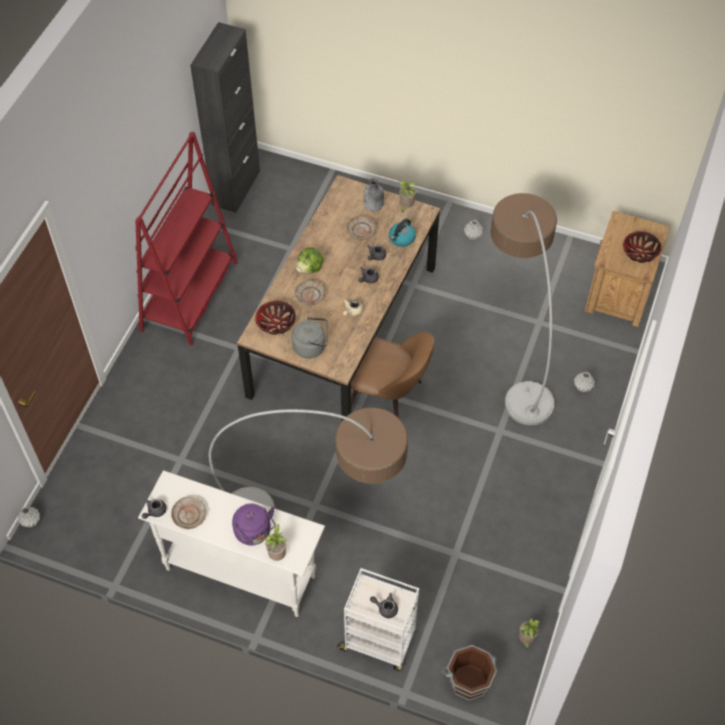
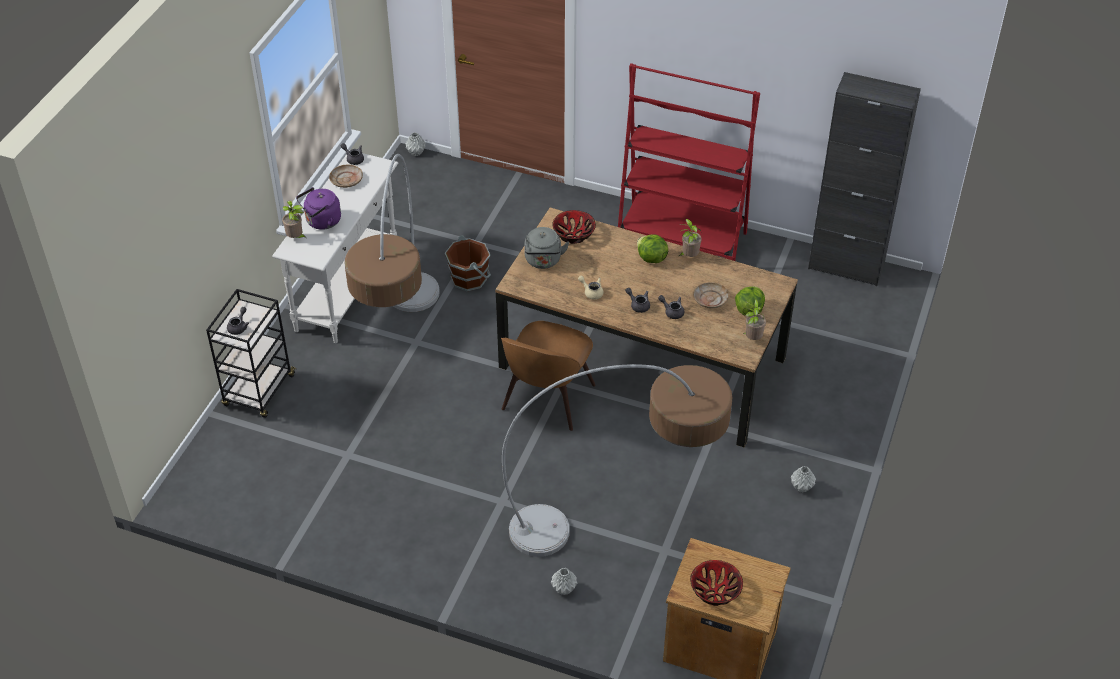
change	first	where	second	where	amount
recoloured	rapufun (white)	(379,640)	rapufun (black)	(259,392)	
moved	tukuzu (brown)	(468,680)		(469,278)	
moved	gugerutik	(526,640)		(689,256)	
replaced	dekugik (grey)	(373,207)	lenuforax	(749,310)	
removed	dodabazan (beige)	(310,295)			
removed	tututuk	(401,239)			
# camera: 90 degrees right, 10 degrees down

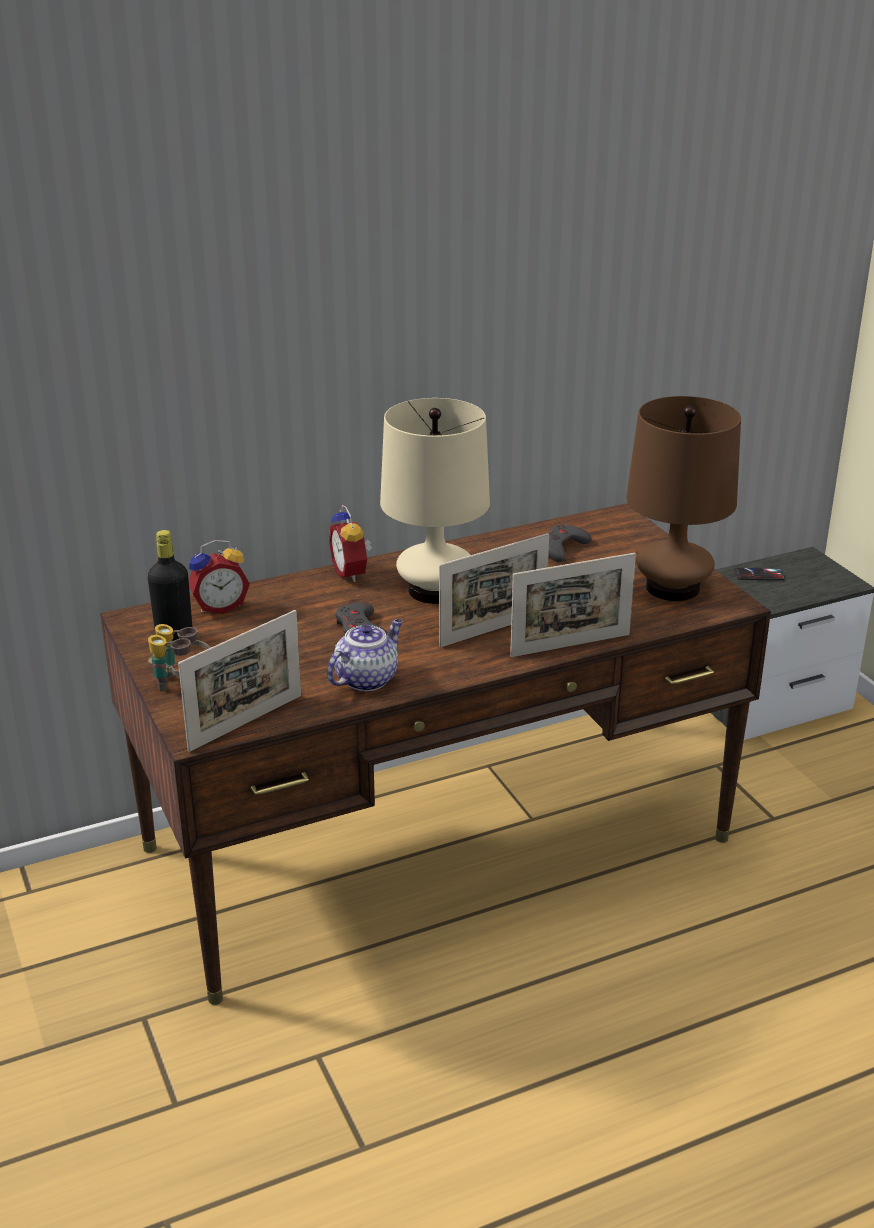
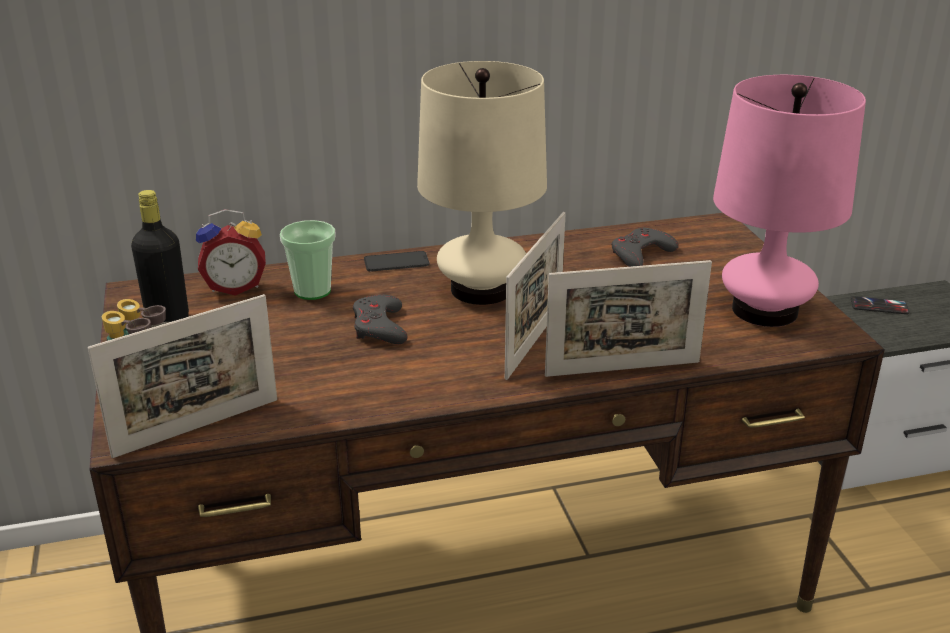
change	first	where	second	where	amount
added			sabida	(312,291)	
replaced	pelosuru	(352,572)	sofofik	(396,262)	
turned	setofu	(493,630)		(534,341)	45 degrees counterclockwise
recoloured	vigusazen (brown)	(672,588)	vigusazen (pink)	(764,310)	
removed	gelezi	(367,679)			
# camera: 10 degrees right, 0 degrees up

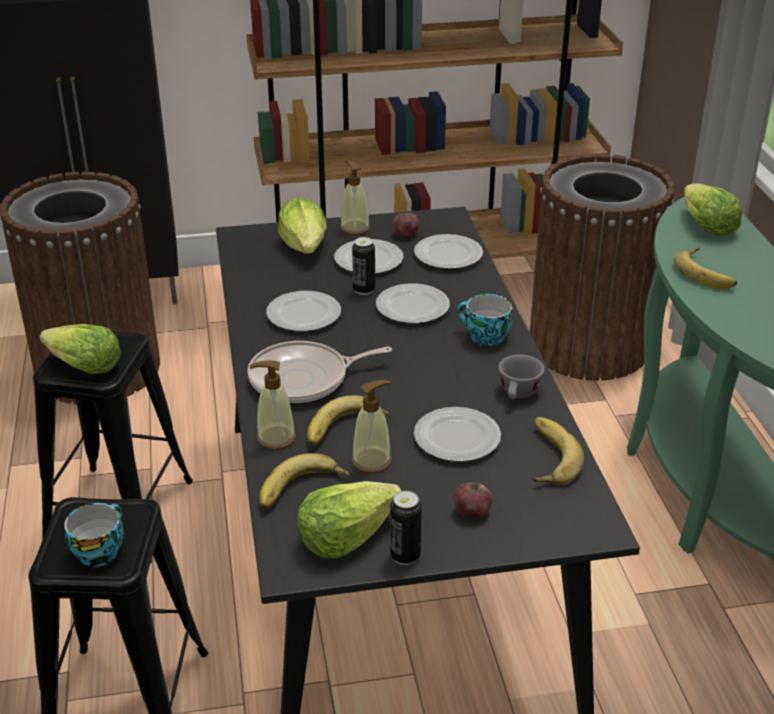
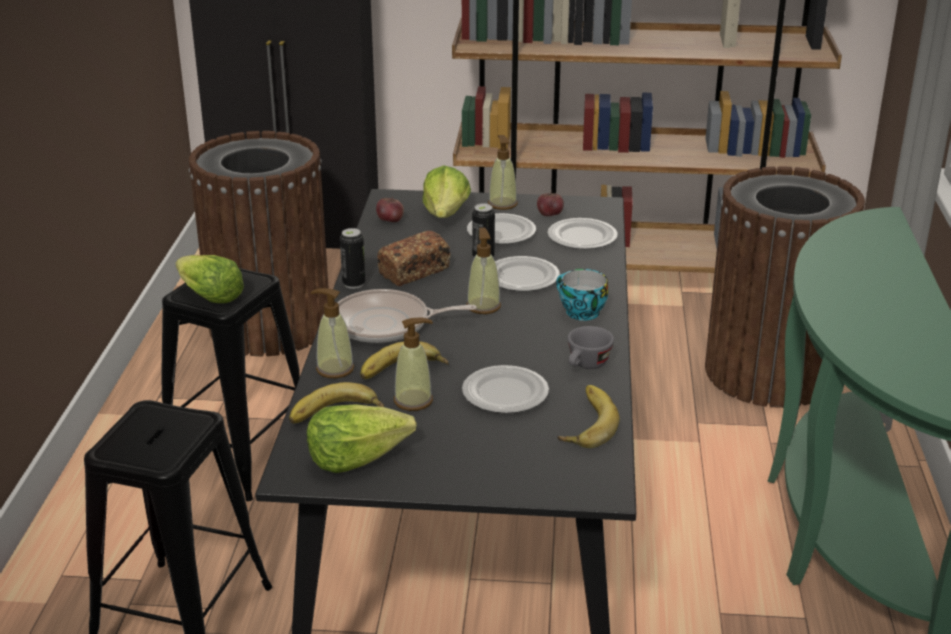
change	first	where	second	where	amount
moved	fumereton	(405,556)		(354,284)	
moved	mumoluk	(472,511)		(390,220)	
replaced	dodabazan	(304,315)	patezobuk	(414,272)	
added			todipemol	(483,306)	
removed	sabida	(99,550)			
removed	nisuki	(707,273)			
removed	lenuforax	(706,226)			
# camera: 15 degrees right, 5 degrees down

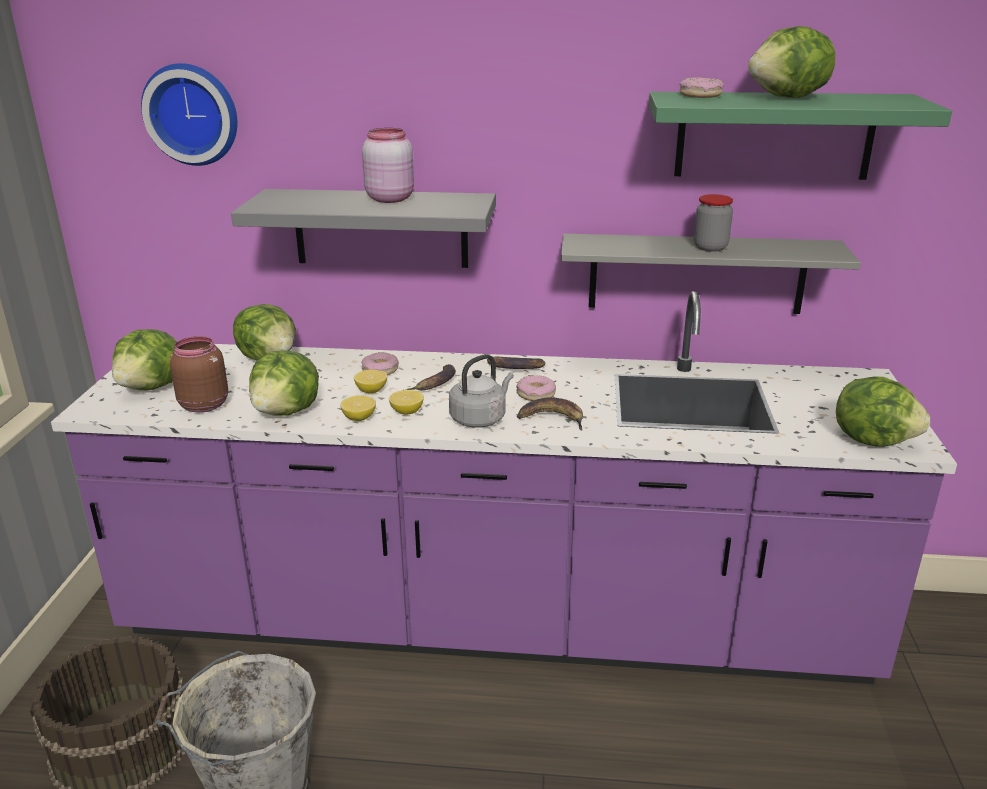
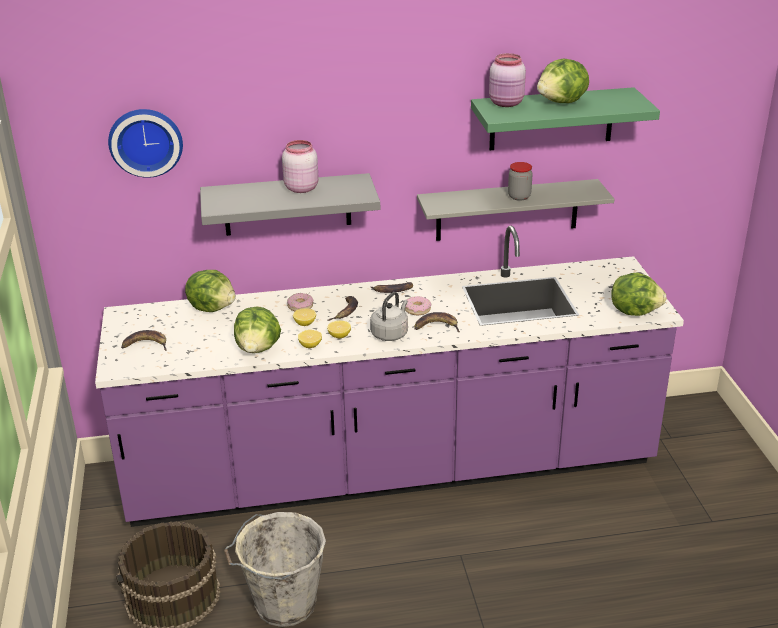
change	first	where	second	where	amount
replaced	lenuforax	(152,387)	nisuki	(146,344)	
replaced	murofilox	(700,95)	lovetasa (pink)	(506,103)	
removed	lovetasa (brown)	(203,404)			
# camera: 15 degrees left, 5 degrees up

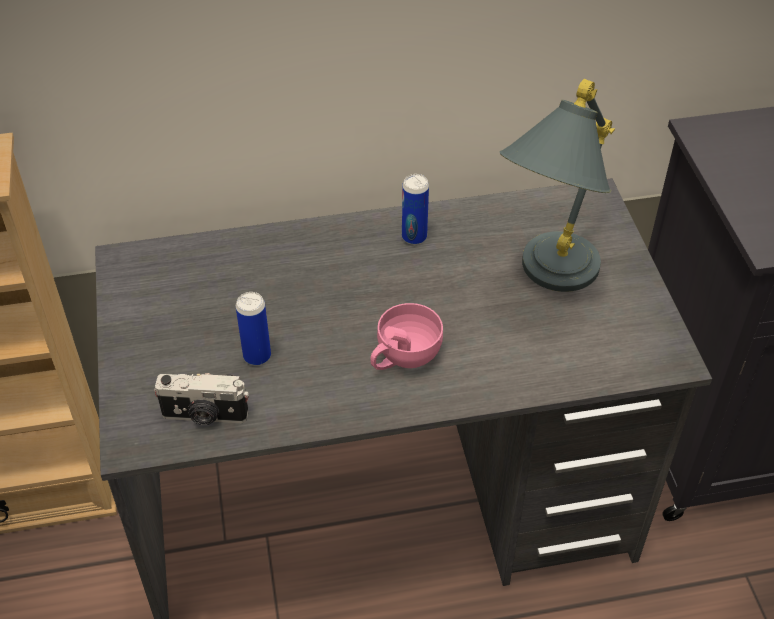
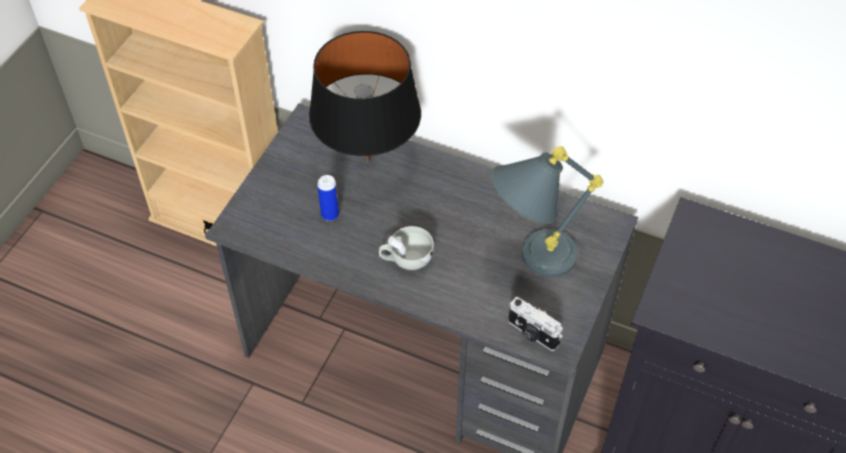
change	first	where	second	where	amount
added			vigusazen (black)	(367,161)	
recoloured	sabida (pink)	(403,357)	sabida (white)	(406,259)	
moved	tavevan	(205,416)		(532,334)	
removed	fumereton	(414,237)			
# camera: 35 degrees right, 5 degrees up

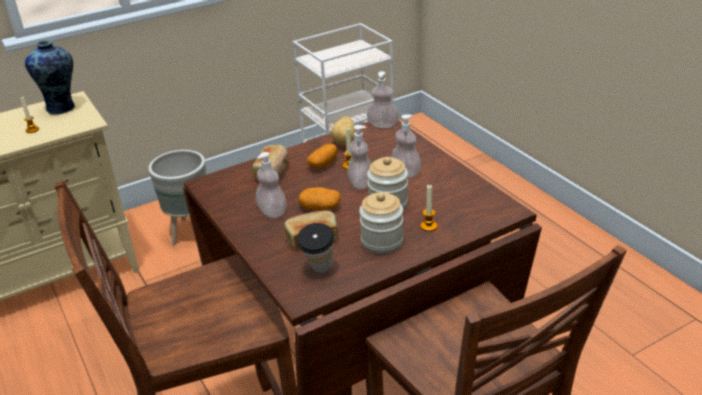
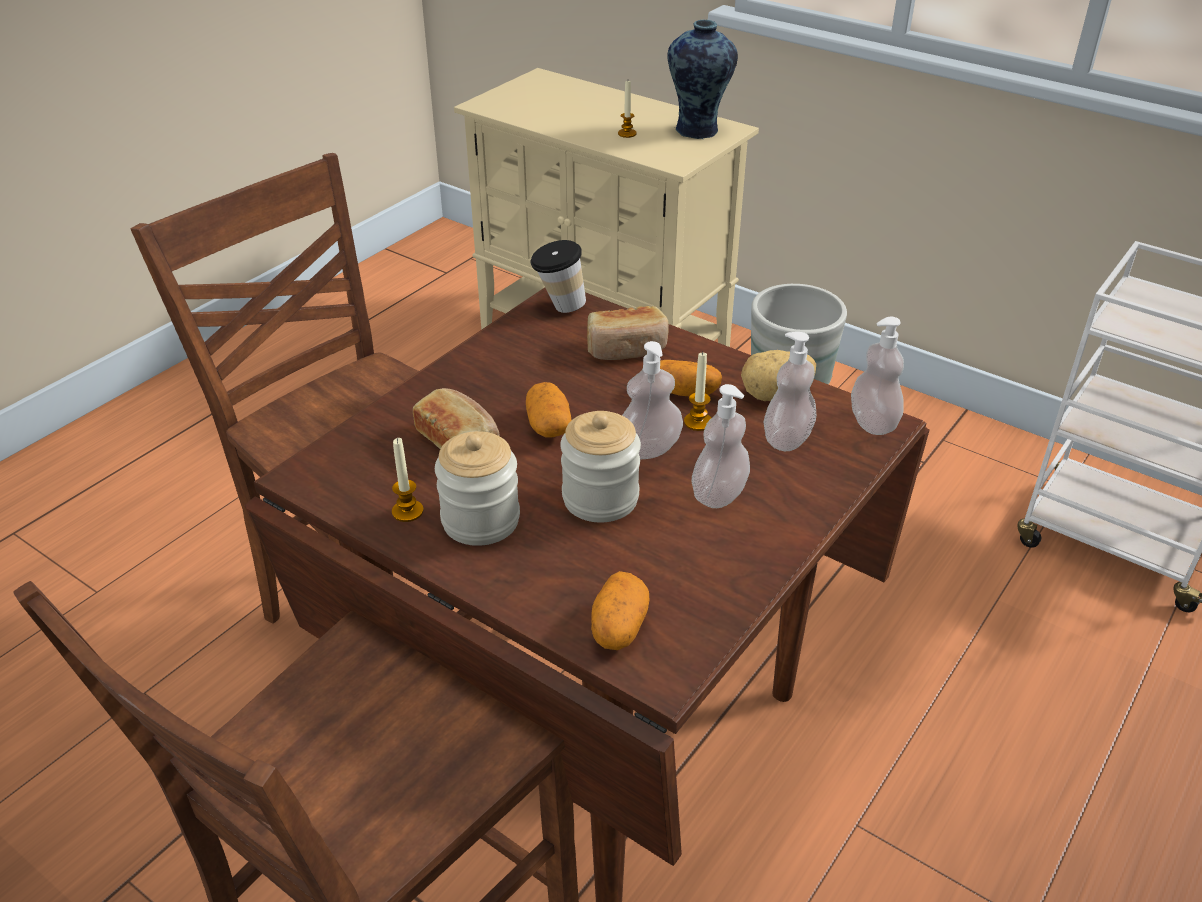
change	first	where	second	where	amount
moved	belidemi	(428,226)		(407,511)	
moved	sabida	(319,270)		(559,307)	
added			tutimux	(618,627)	
moved	todipemol	(272,212)		(787,439)	
# camera: 65 degrees right, 5 degrees up

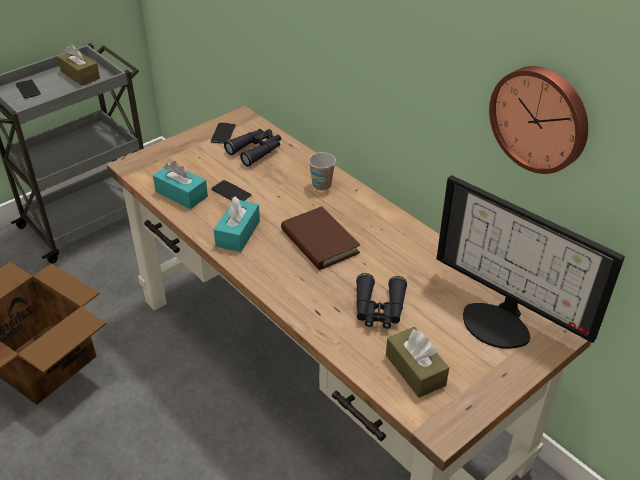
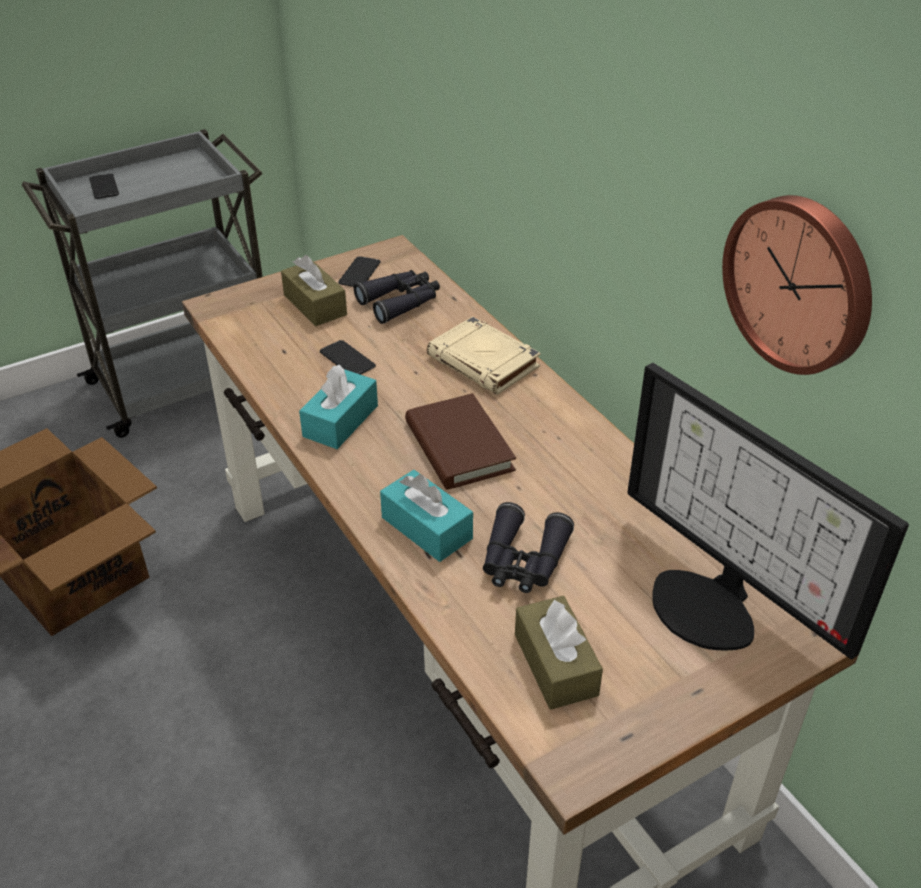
change	first	where	second	where	amount
moved	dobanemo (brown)	(80,75)		(315,305)	
moved	dobanemo (turquoise)	(181,194)		(426,528)	
replaced	sabida	(321,185)	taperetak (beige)	(484,362)	
# camera: 10 degrees right, 0 degrees up

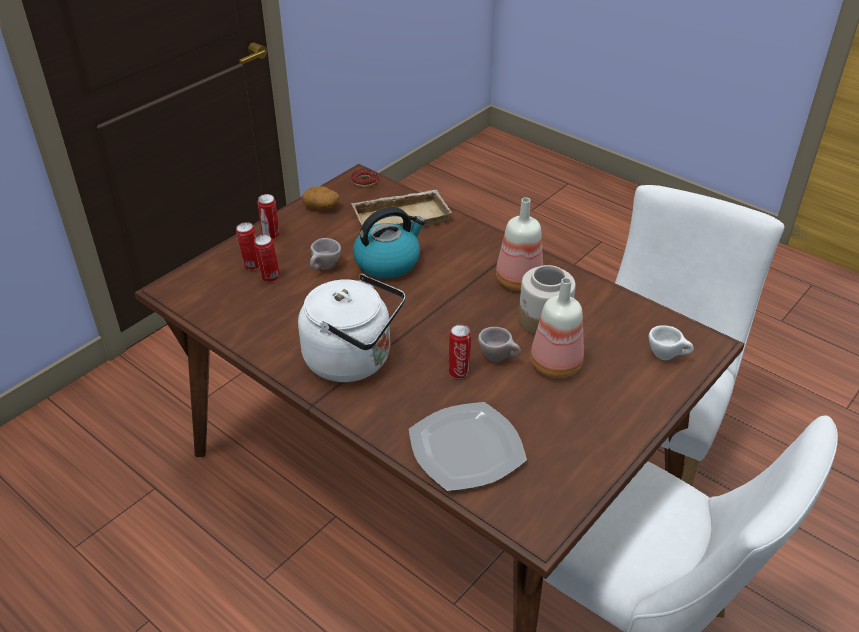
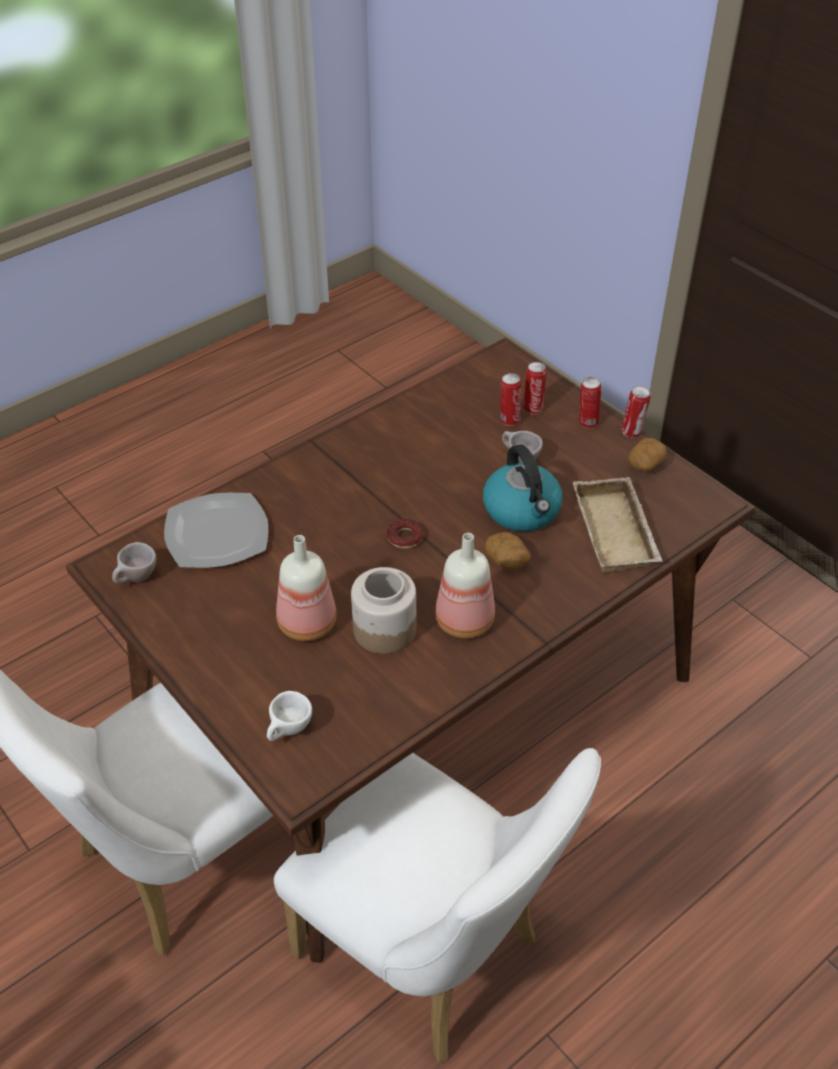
change	first	where	second	where	amount
moved	sabida (beige)	(499,358)		(136,579)	
moved	murofilox	(364,181)		(405,537)	
added			tutimux	(507,560)	
moved	fumereton	(459,372)		(632,432)	
removed	tututuk (white)	(354,360)			
# camera: 100 degrees right, 5 degrees up

